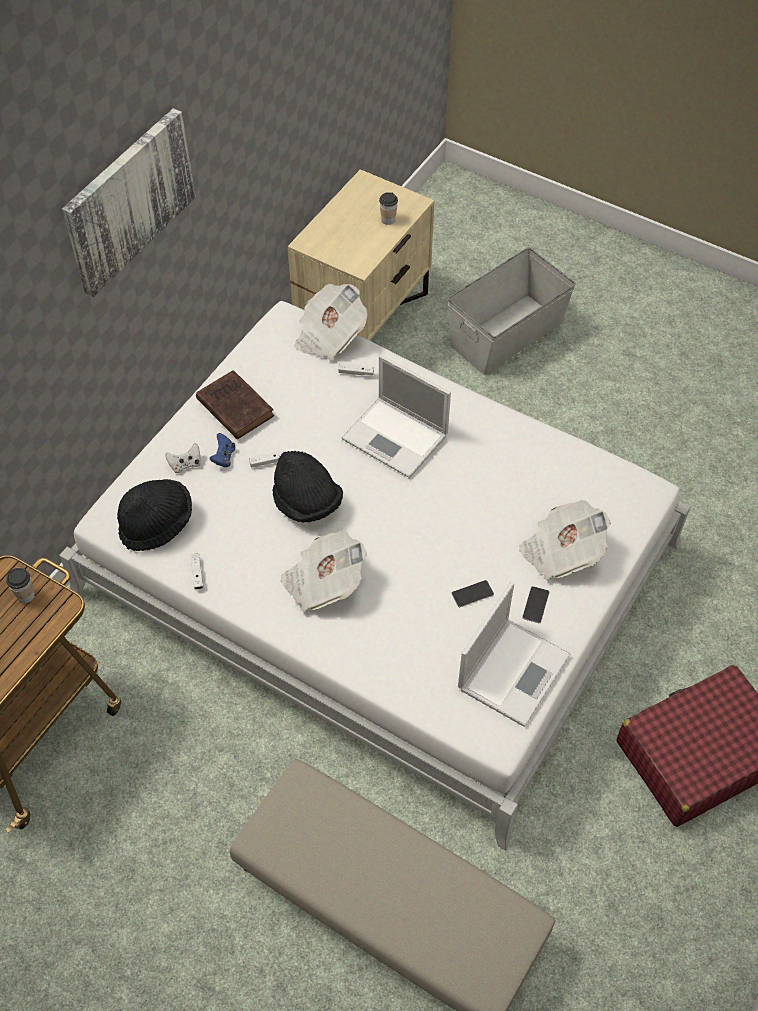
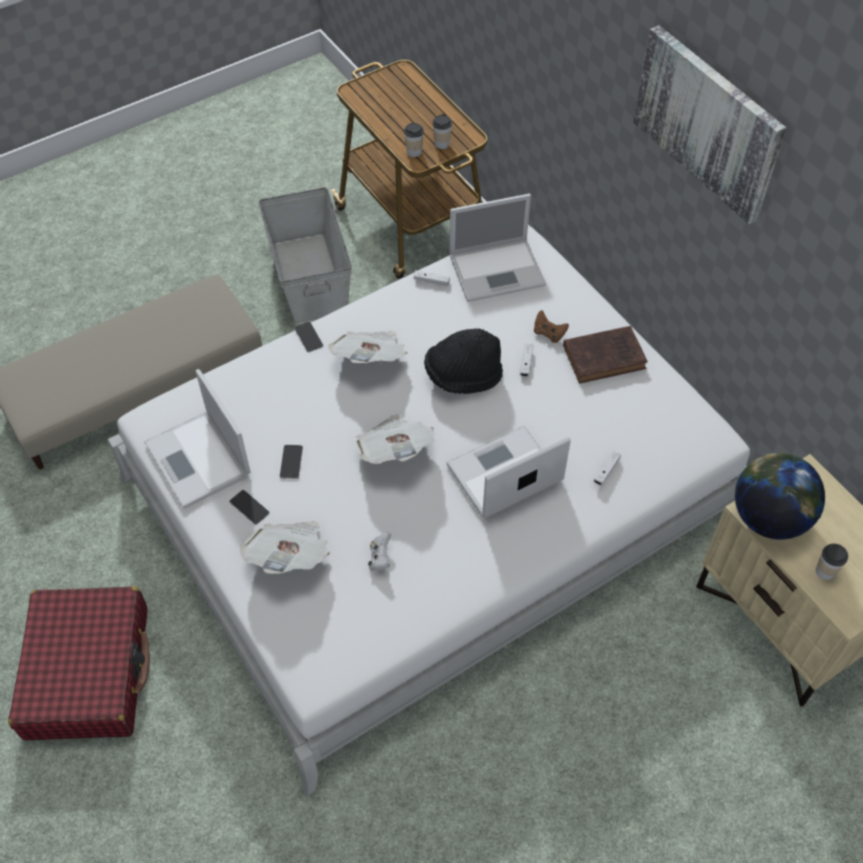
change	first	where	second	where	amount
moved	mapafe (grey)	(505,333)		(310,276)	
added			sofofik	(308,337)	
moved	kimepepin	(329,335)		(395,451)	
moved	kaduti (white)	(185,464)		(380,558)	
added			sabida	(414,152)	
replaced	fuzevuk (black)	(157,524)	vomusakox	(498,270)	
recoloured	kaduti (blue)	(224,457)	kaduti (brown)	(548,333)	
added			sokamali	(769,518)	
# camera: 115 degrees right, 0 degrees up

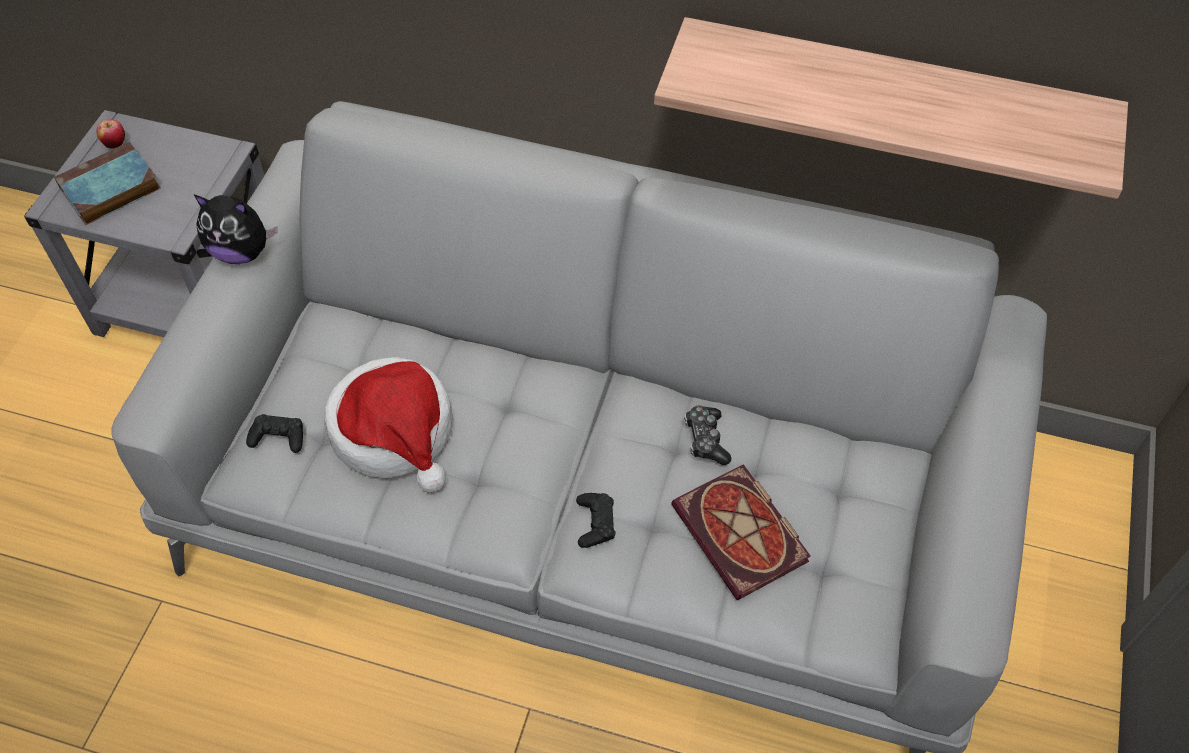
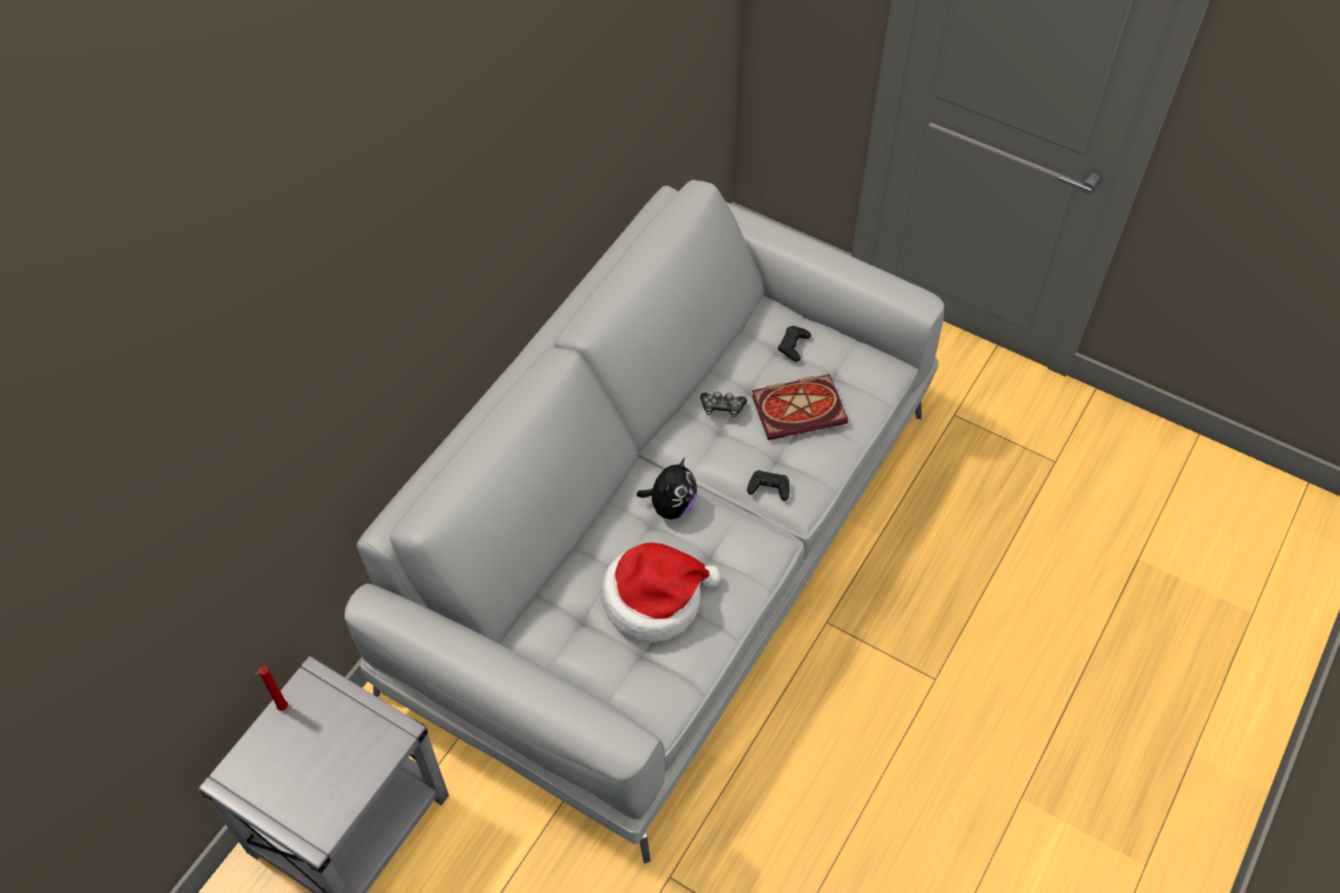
change	first	where	second	where	amount
added			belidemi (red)	(282,709)	
moved	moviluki	(242,251)		(671,506)	
moved	kaduti (black)	(278,437)		(793,346)	
removed	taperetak	(109,190)			
removed	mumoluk	(115,144)			
removed	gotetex	(889,98)			
# camera: 75 degrees left, 0 degrees up

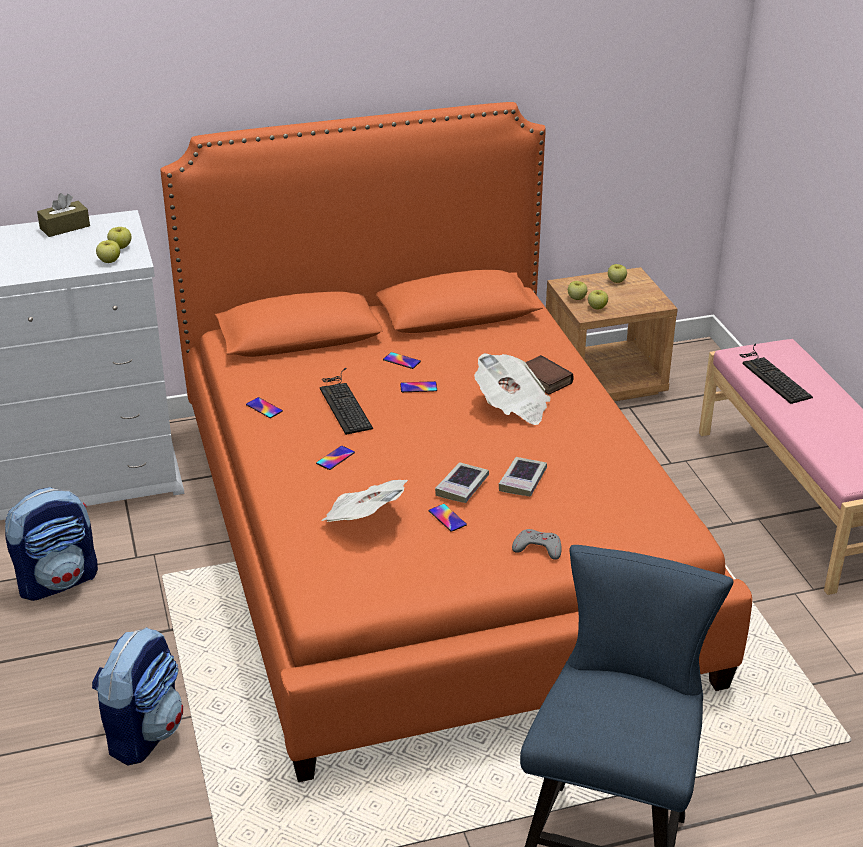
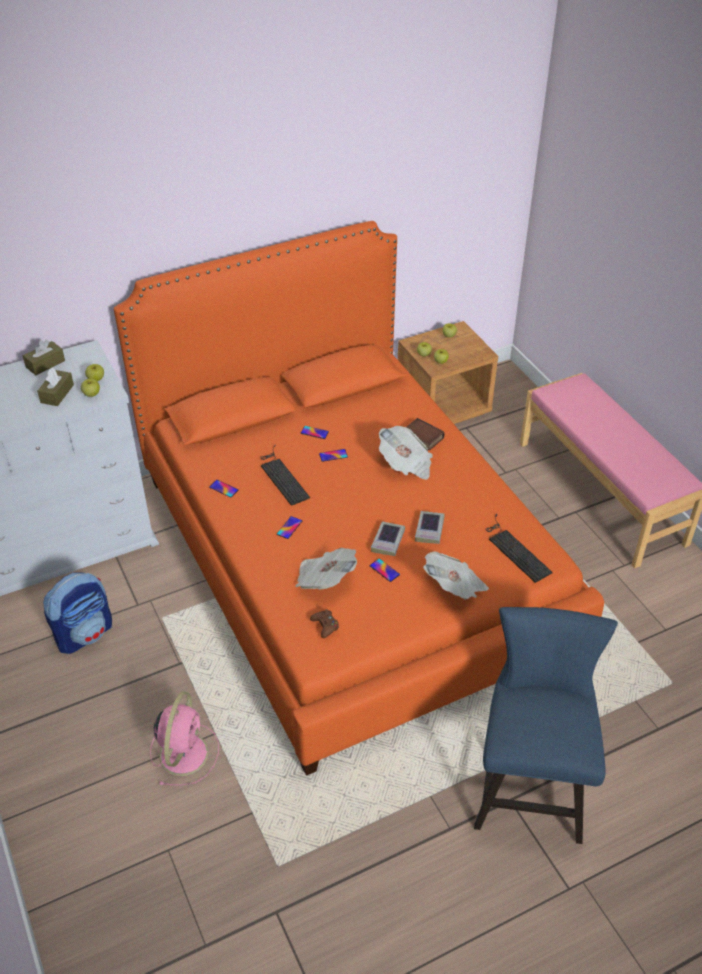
change	first	where	second	where	amount
added			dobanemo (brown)	(57,394)	
replaced	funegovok	(144,732)	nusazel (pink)	(184,752)	
added			kaduti (brown)	(325,626)	
replaced	kaduti (grey)	(537,548)	kimepepin	(454,587)	
moved	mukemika	(771,375)		(515,550)	
# camera: 10 degrees left, 10 degrees up

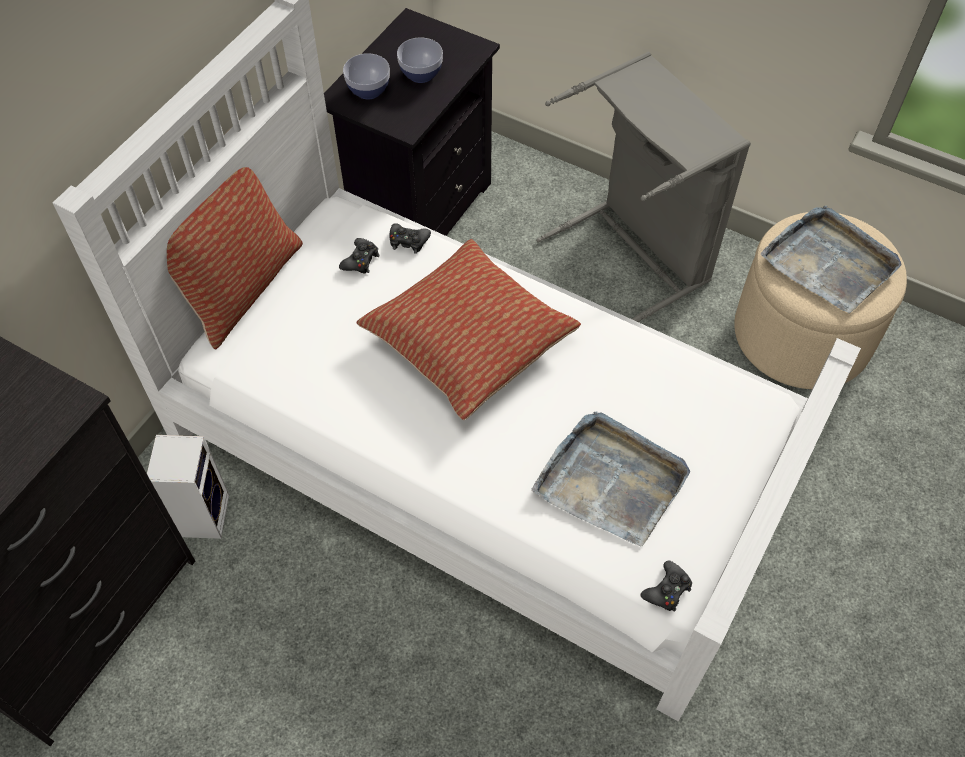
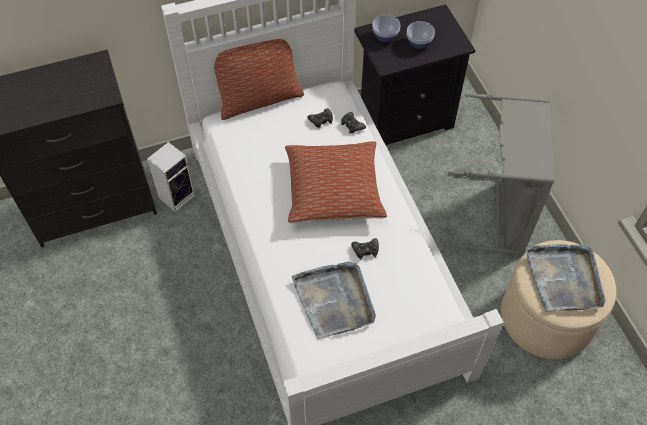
change	first	where	second	where	amount
moved	kaduti (black)	(667,590)		(366,250)	
# camera: 40 degrees right, 0 degrees up

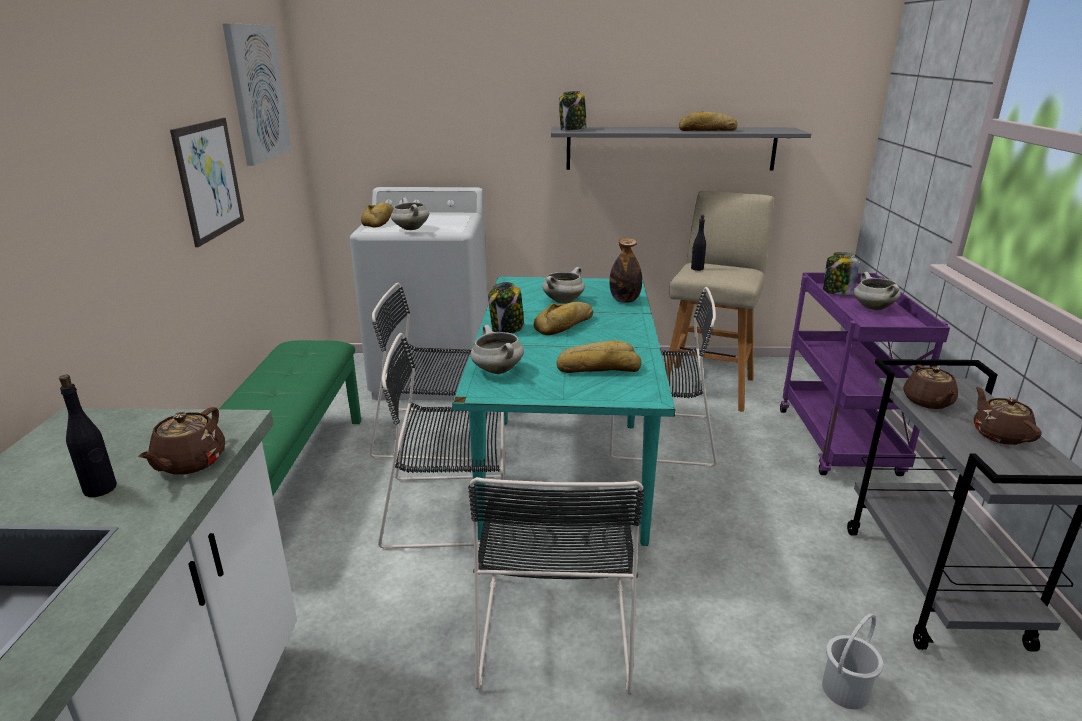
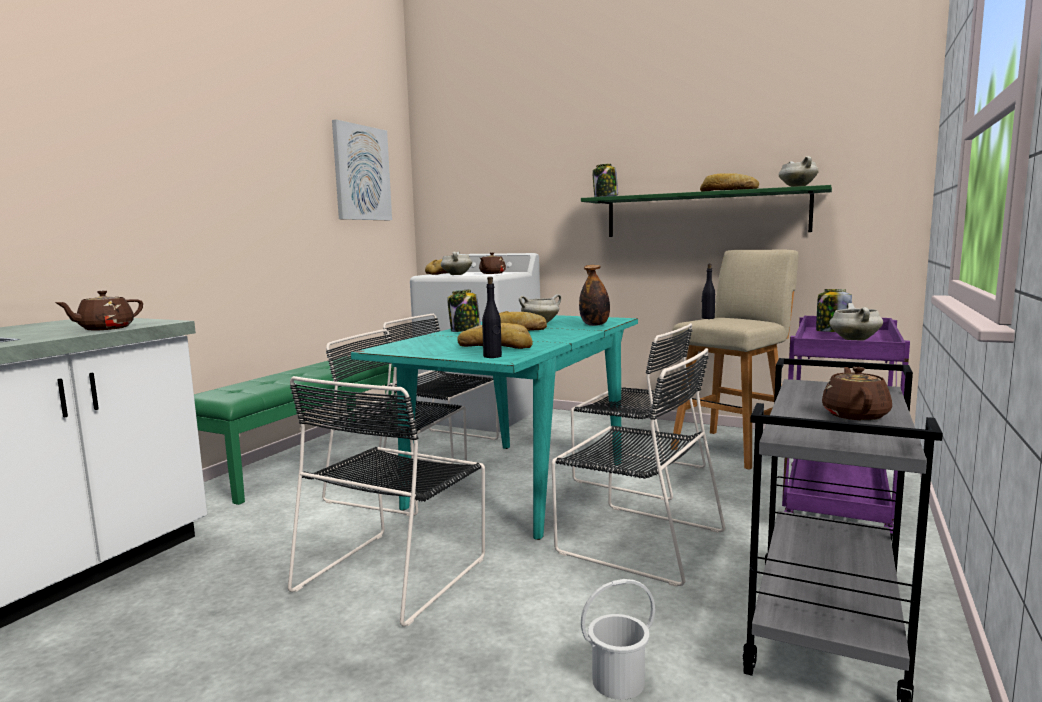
change	first	where	second	where	amount
moved	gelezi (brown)	(928,402)		(492,273)	
moved	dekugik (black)	(100,489)		(492,356)	
added			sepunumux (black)	(636,540)	
recoloured	gotetex (grey)	(671,148)	gotetex (green)	(704,214)	
moved	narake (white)	(496,370)		(796,187)	
removed	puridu	(209,180)			
# camera: 25 degrees right, 15 degrees down

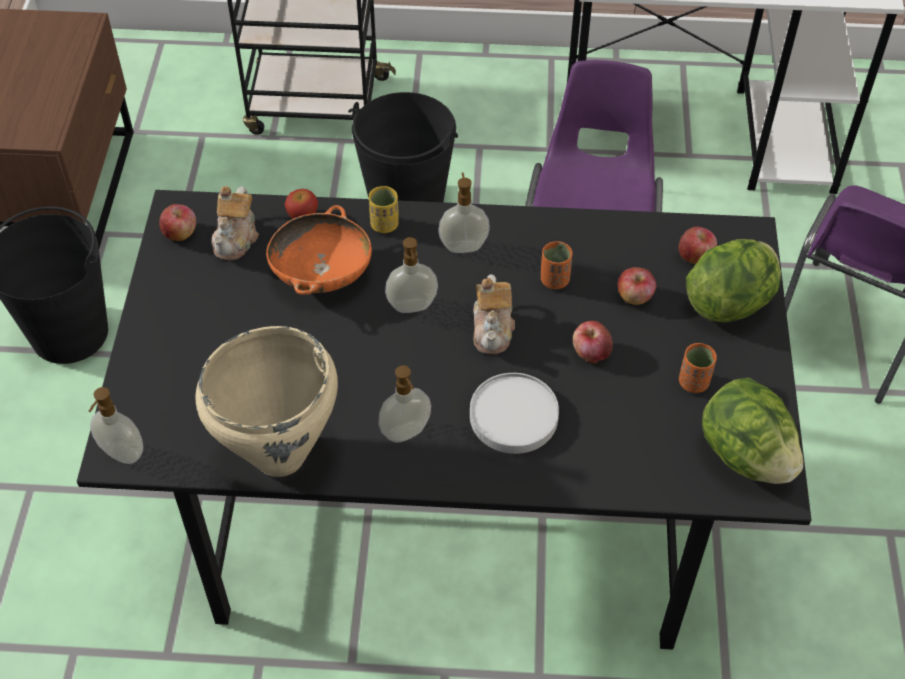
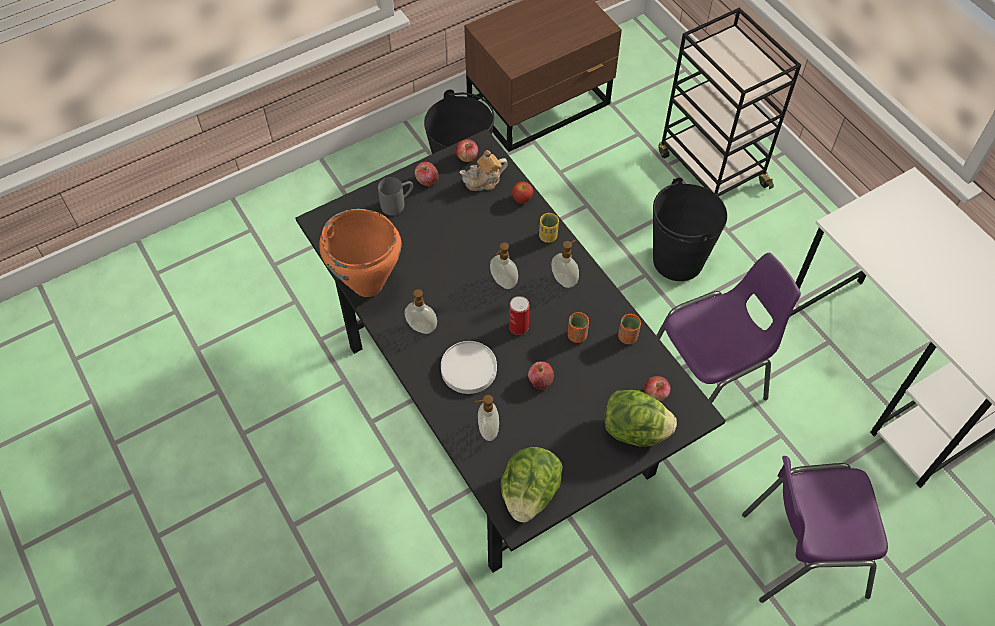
change	first	where	second	where	amount
recoloured	narake (beige)	(281,455)	narake (orange)	(368,285)	
added			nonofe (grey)	(398,204)	
moved	mumoluk	(634,297)		(427,180)	
moved	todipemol	(121,454)		(487,430)	
replaced	gelezi	(493,329)	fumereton	(518,327)	
moved	sabida (orange)	(693,382)		(627,337)	
removed	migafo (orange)	(322,274)			
# camera: 55 degrees right, 5 degrees up

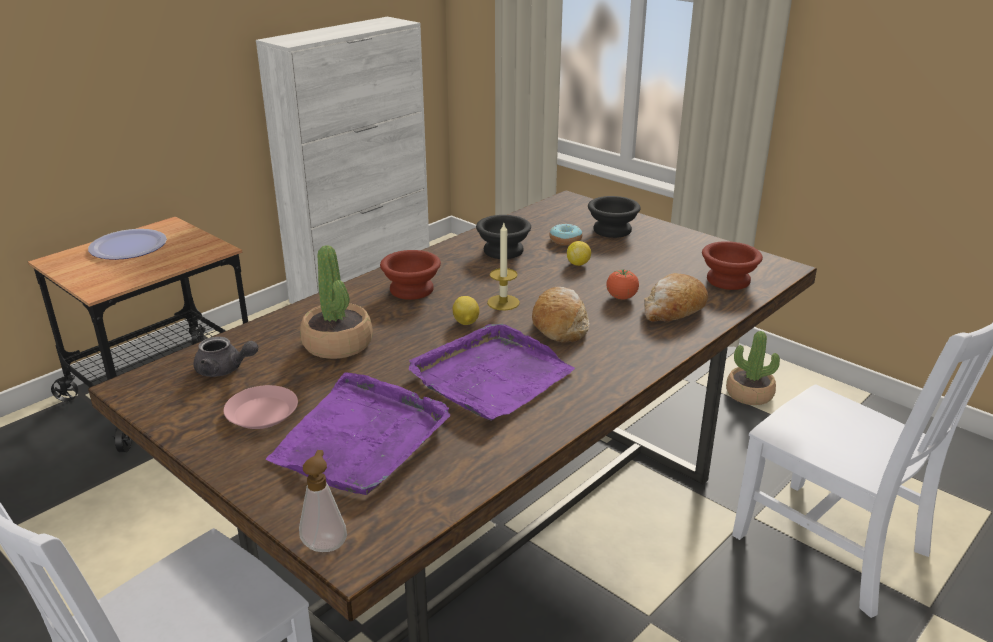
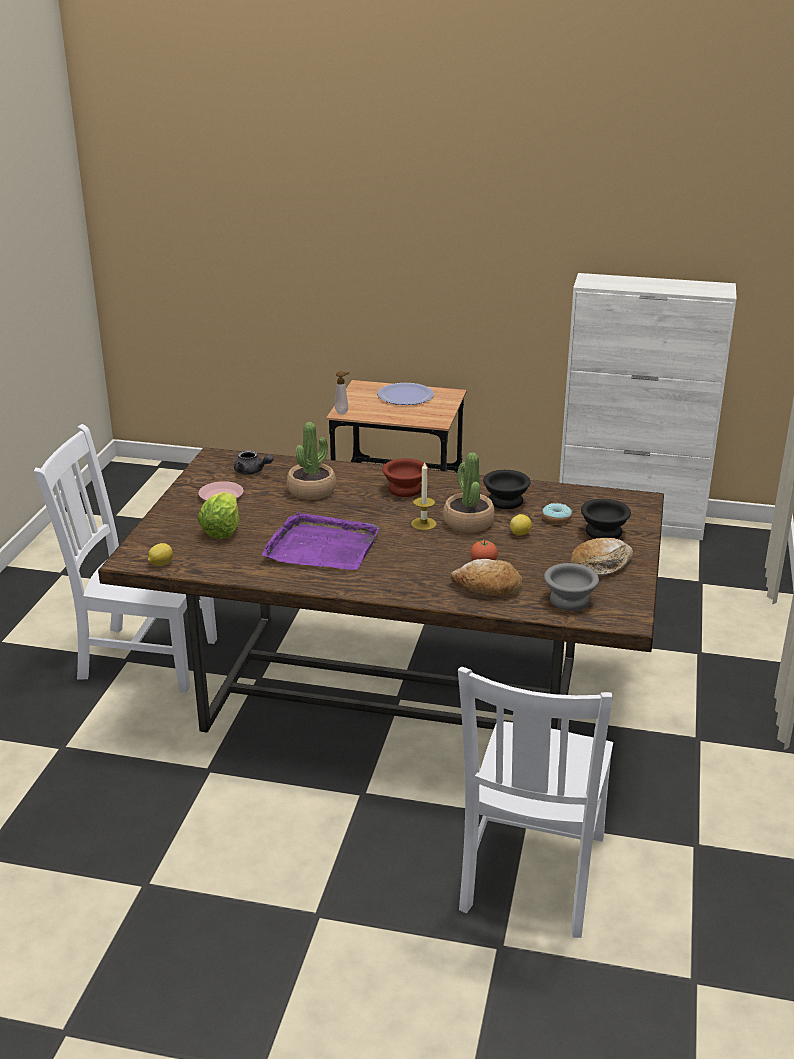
change	first	where	second	where	amount
moved	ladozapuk	(465,322)		(160,564)	
replaced	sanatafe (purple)	(361,438)	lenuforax	(222,530)	
turned	gelezi (grey)	(225,370)		(252,471)	45 degrees counterclockwise
moved	todipemol	(325,543)		(342,412)	
moved	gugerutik	(749,394)		(468,522)	
recoloured	migafo (brown)	(727,279)	migafo (grey)	(570,599)	
moved	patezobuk	(560,324)		(600,566)	
# camera: 60 degrees right, 0 degrees up

